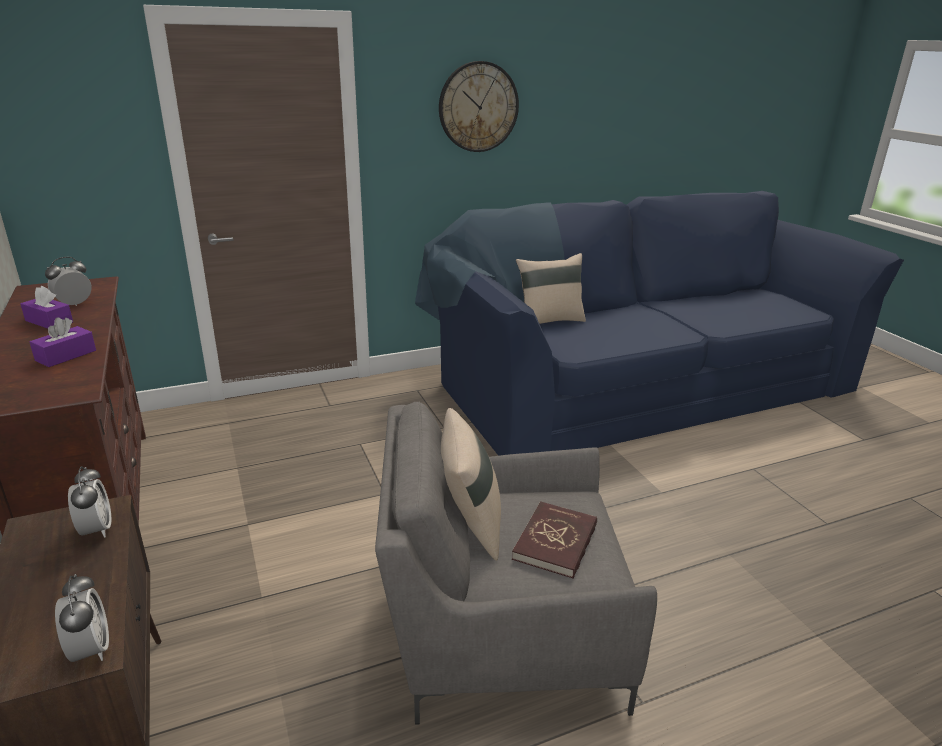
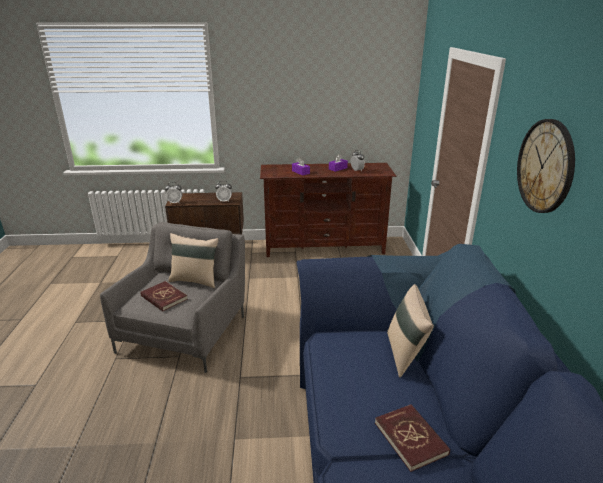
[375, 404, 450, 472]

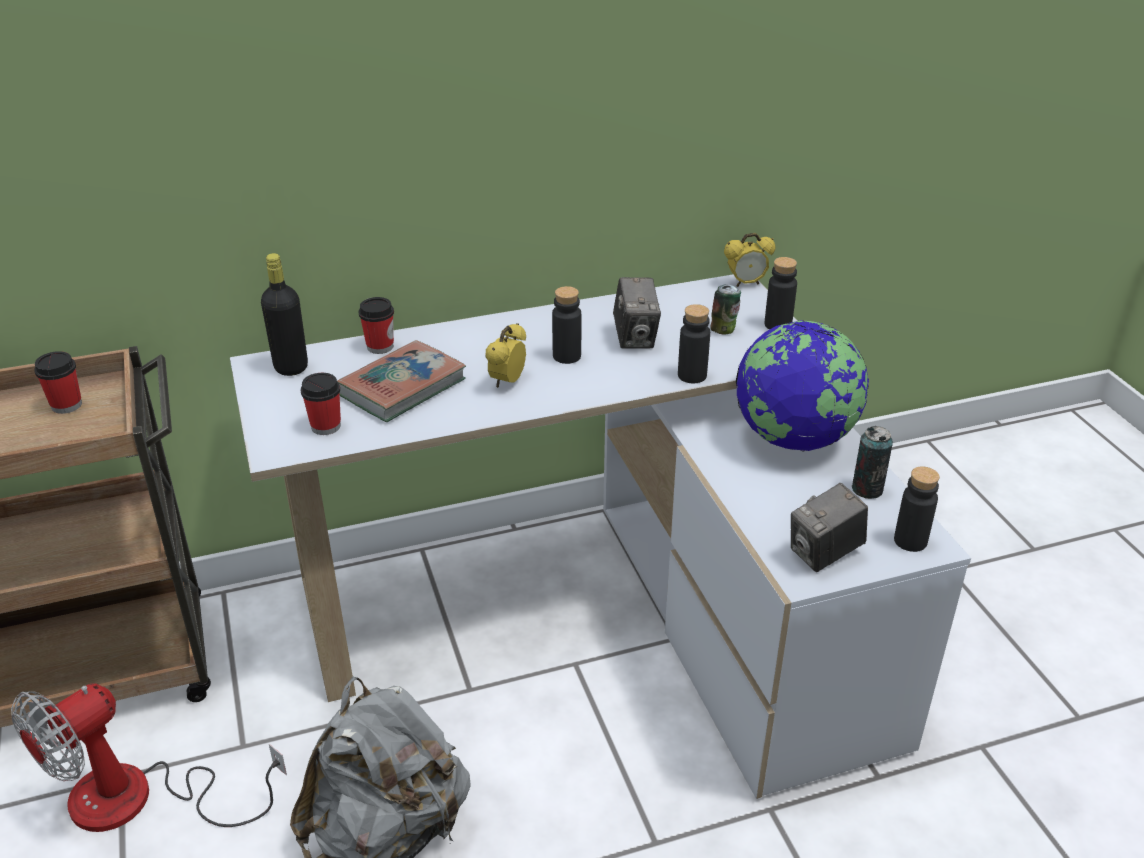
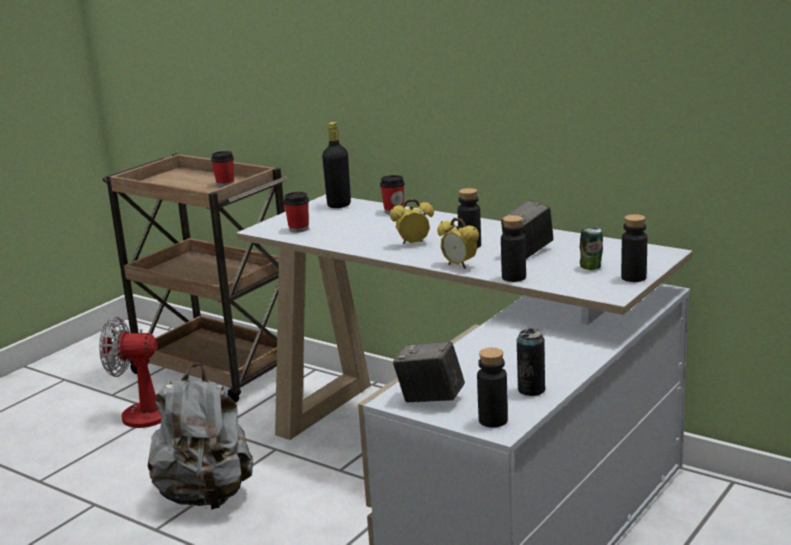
[337, 340, 466, 422] (first image)
[736, 320, 869, 452] (first image)
[437, 218, 479, 269]

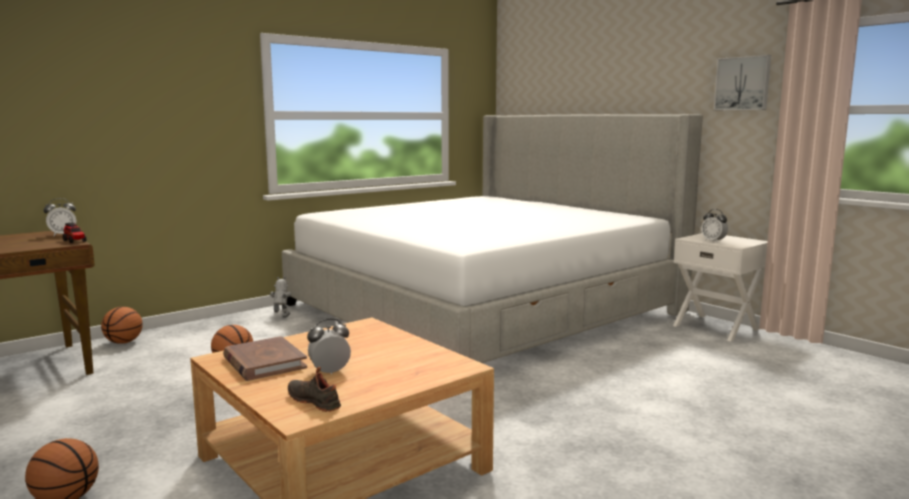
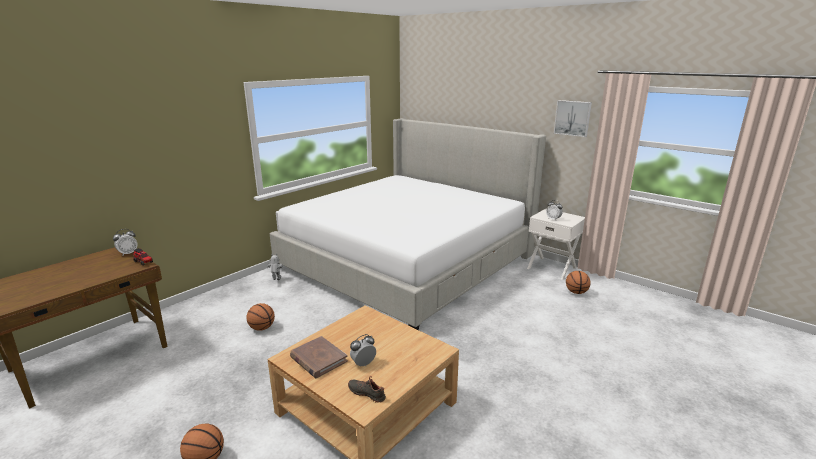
[566, 271, 591, 294]

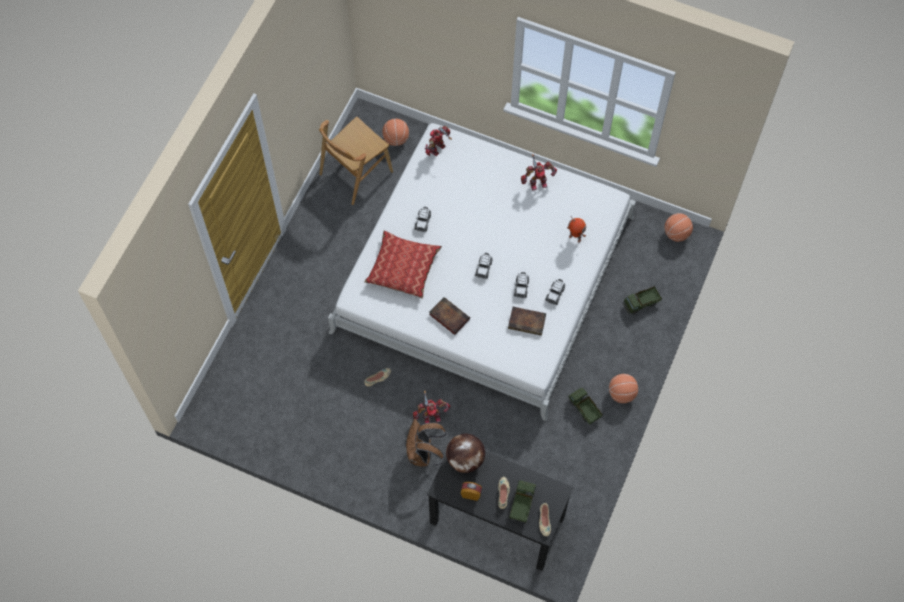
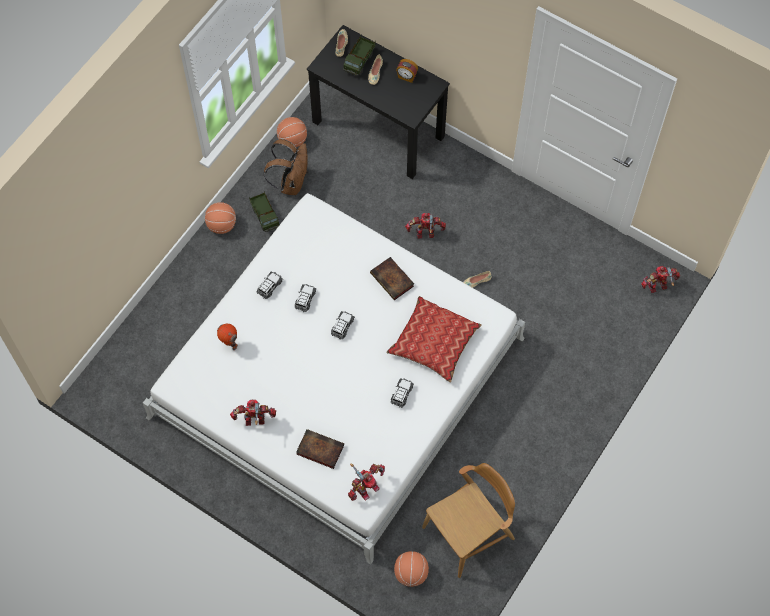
[446, 434, 485, 473] (first image)
[623, 286, 662, 315] (first image)
[641, 266, 680, 293]
[263, 139, 307, 195]
[296, 429, 344, 469]
[277, 117, 307, 147]

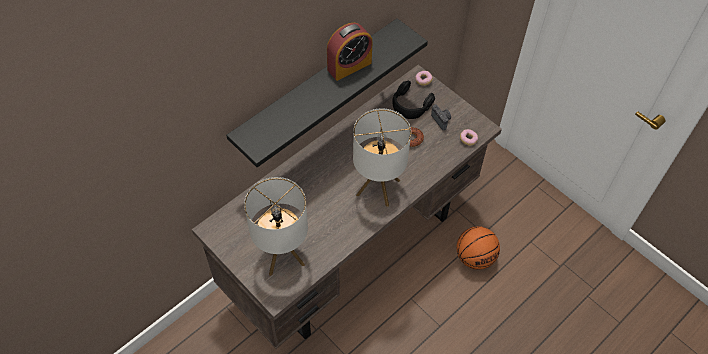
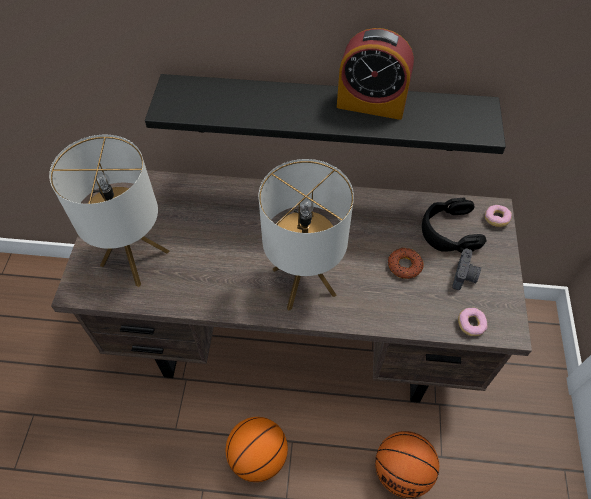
[226, 417, 288, 482]

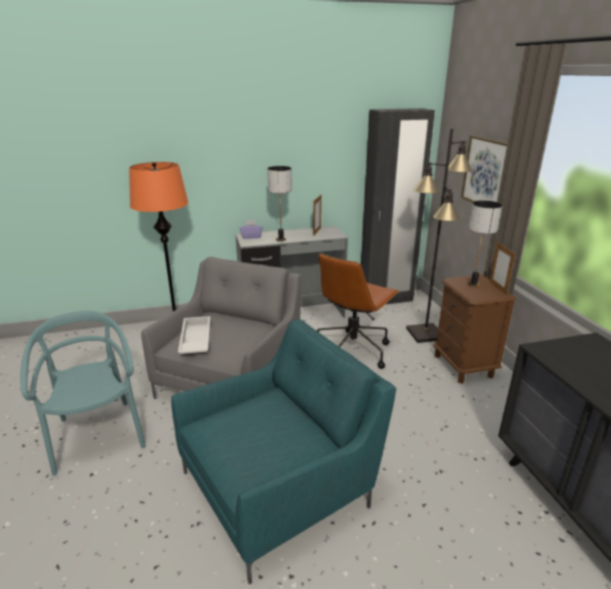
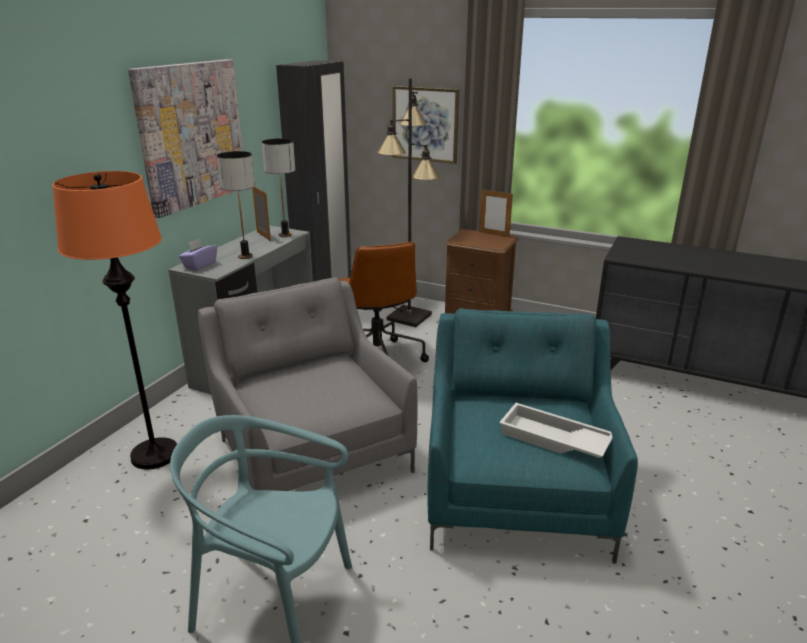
[128, 59, 243, 218]
[499, 403, 613, 458]
[262, 138, 295, 237]

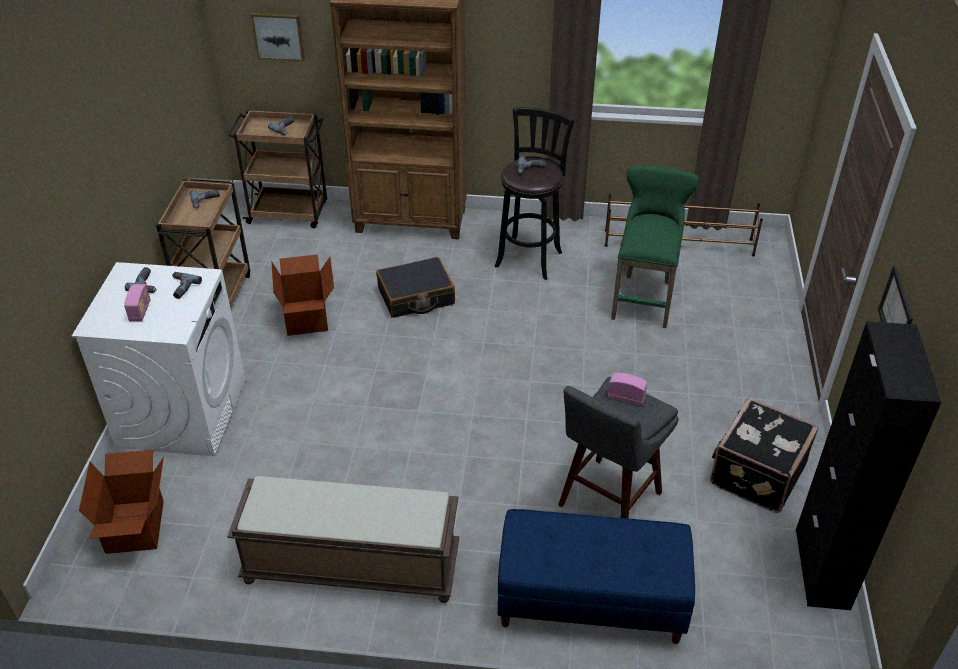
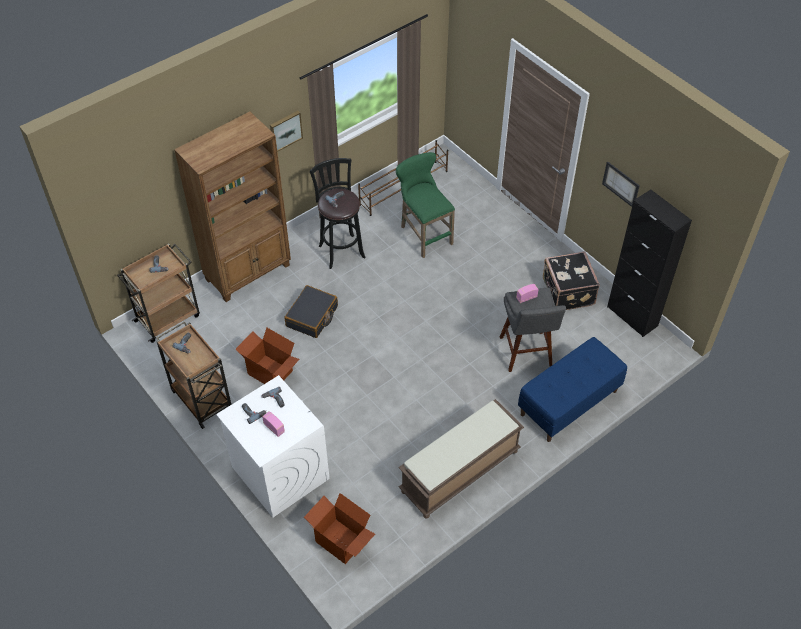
[270, 111, 303, 152]

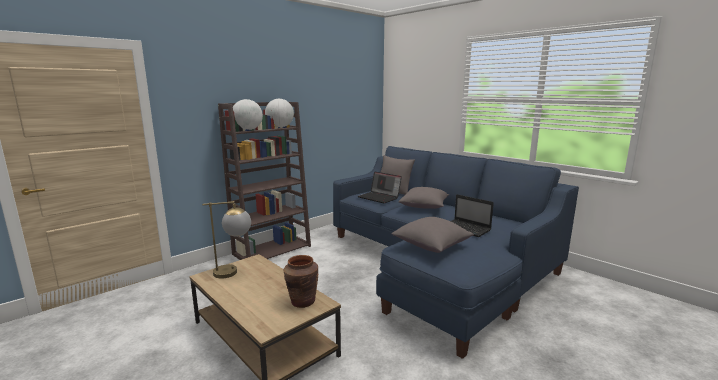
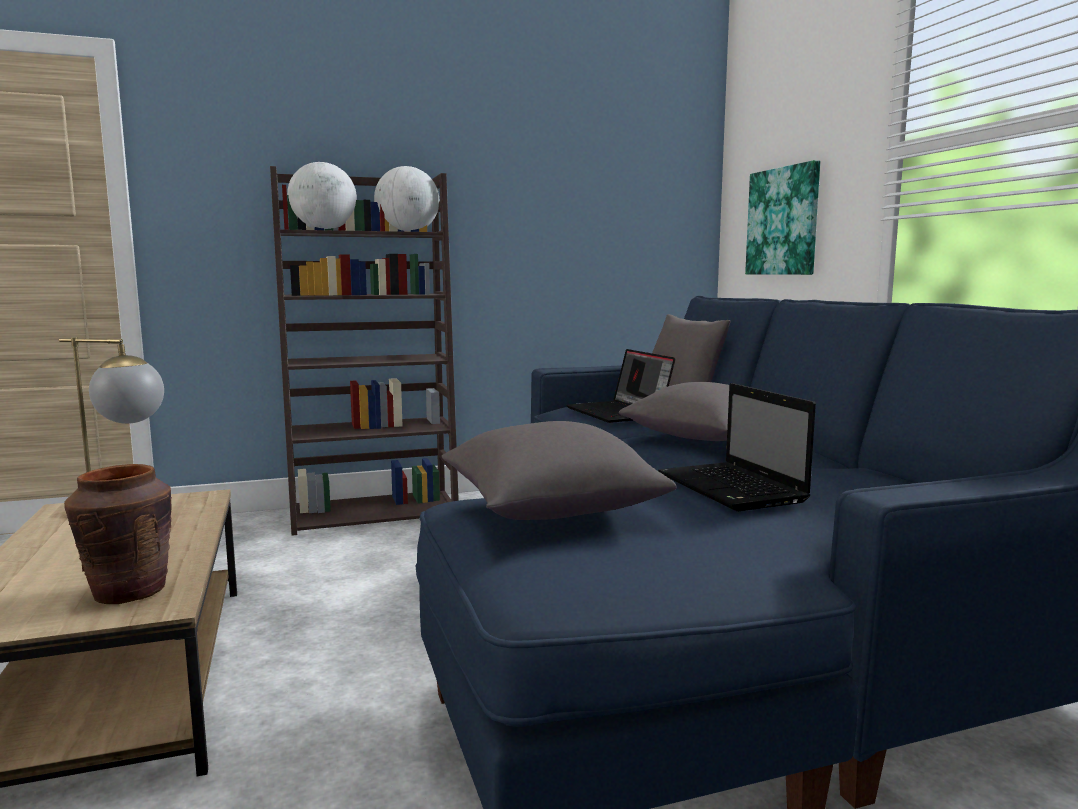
[745, 160, 820, 275]

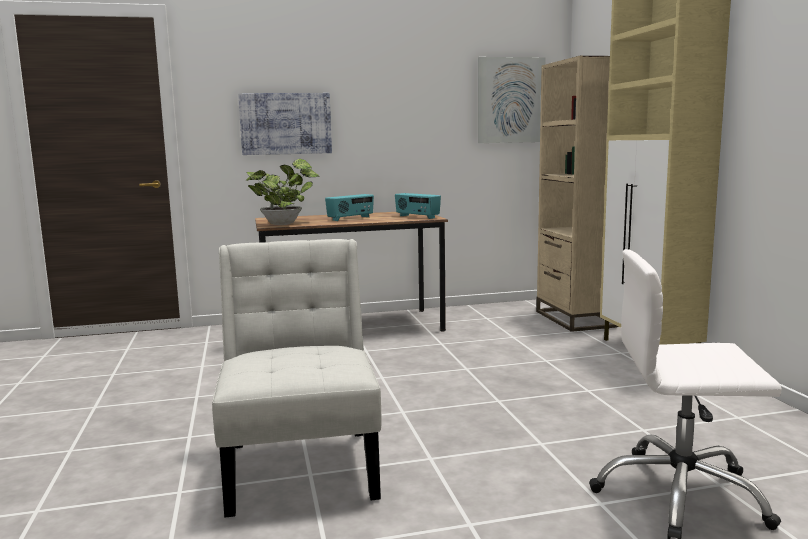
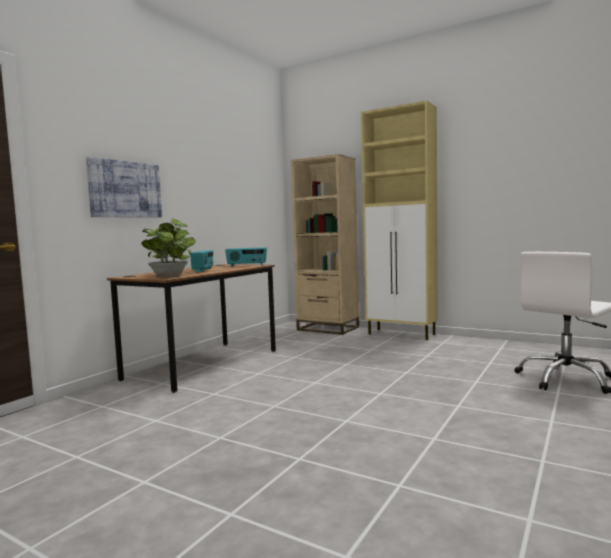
[212, 239, 381, 518] (first image)
[478, 57, 545, 143] (first image)

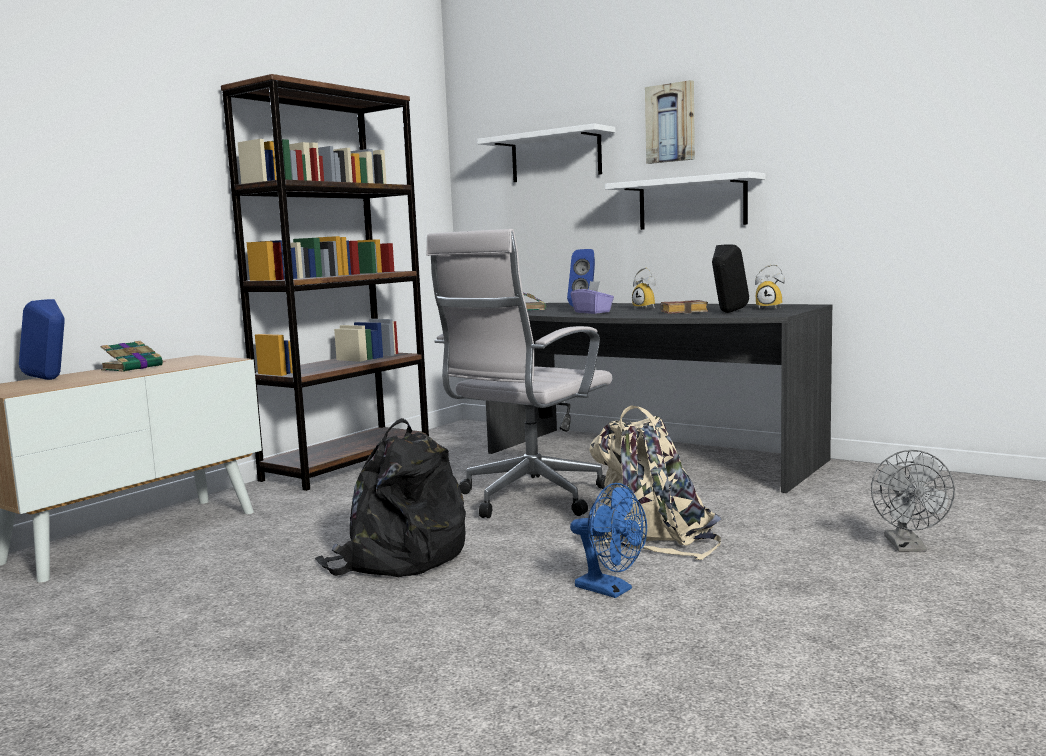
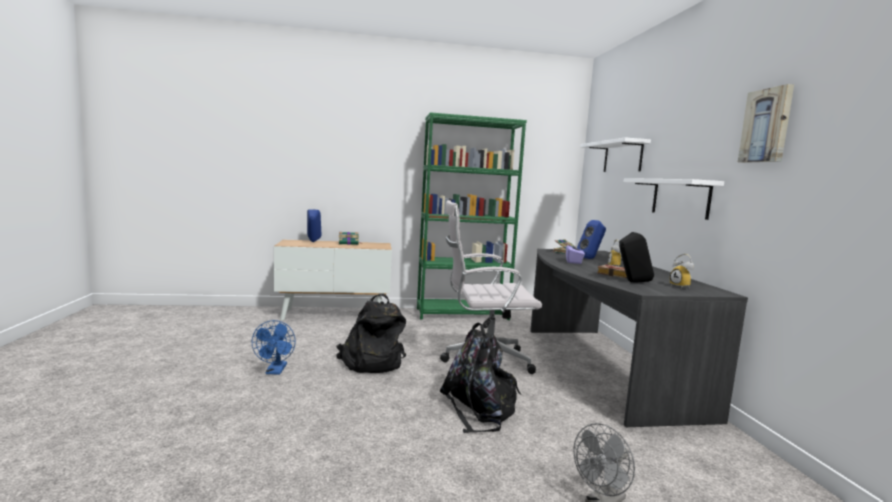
[252, 320, 296, 374]
[738, 84, 794, 163]
[417, 112, 527, 320]
[440, 323, 521, 433]

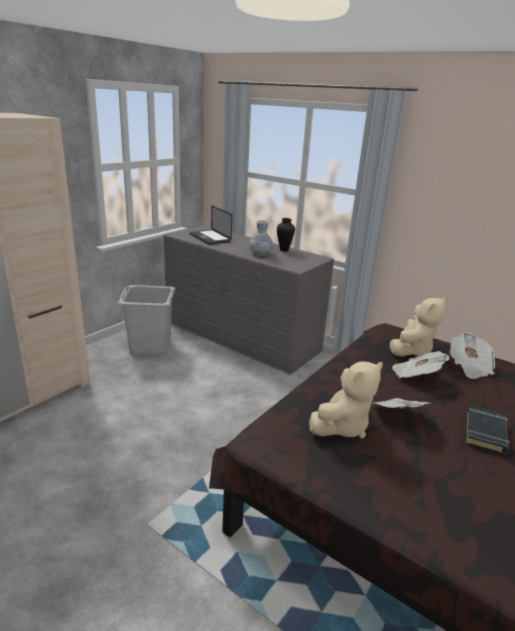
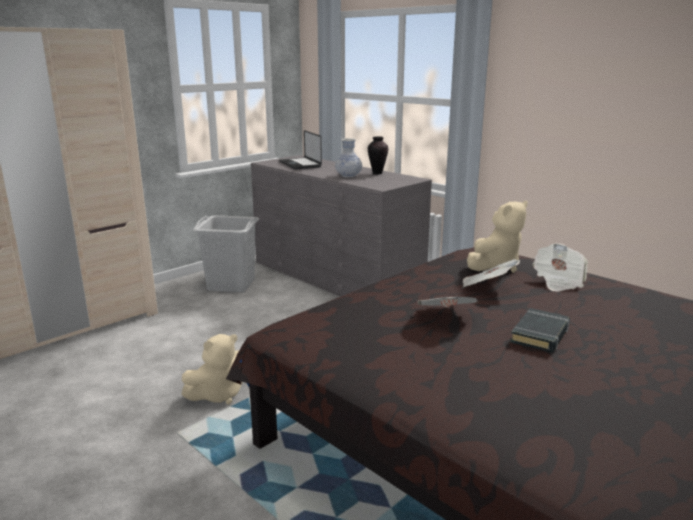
[181, 334, 243, 405]

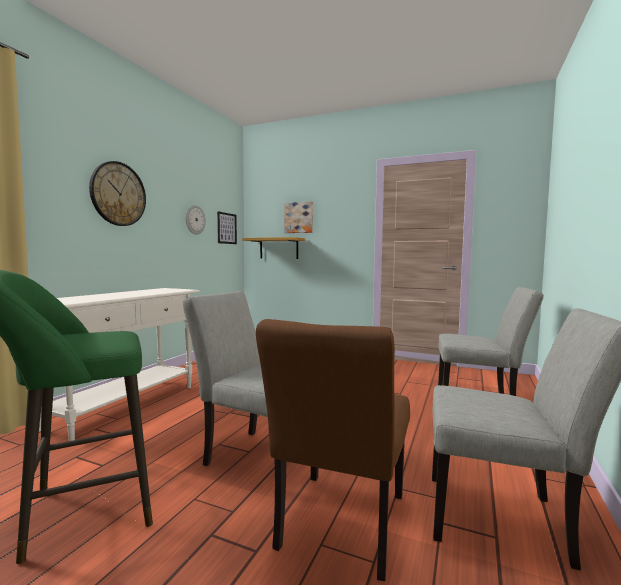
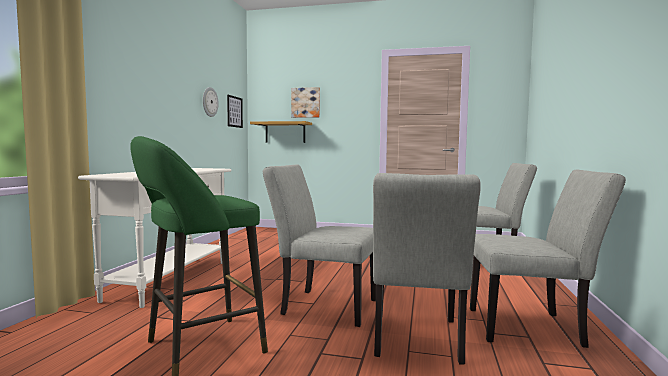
[89, 161, 146, 226] (first image)
[373, 173, 481, 365]

